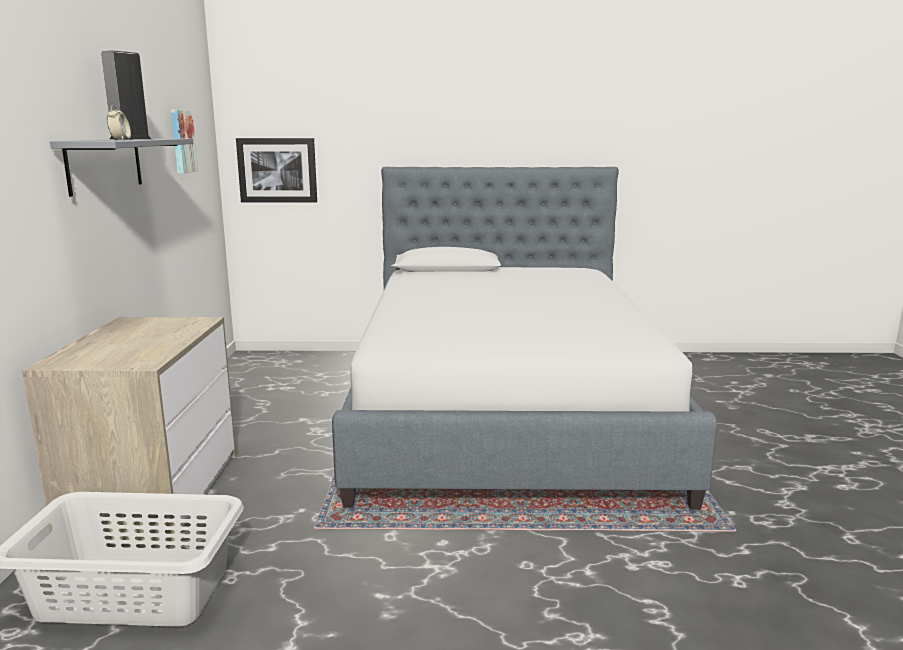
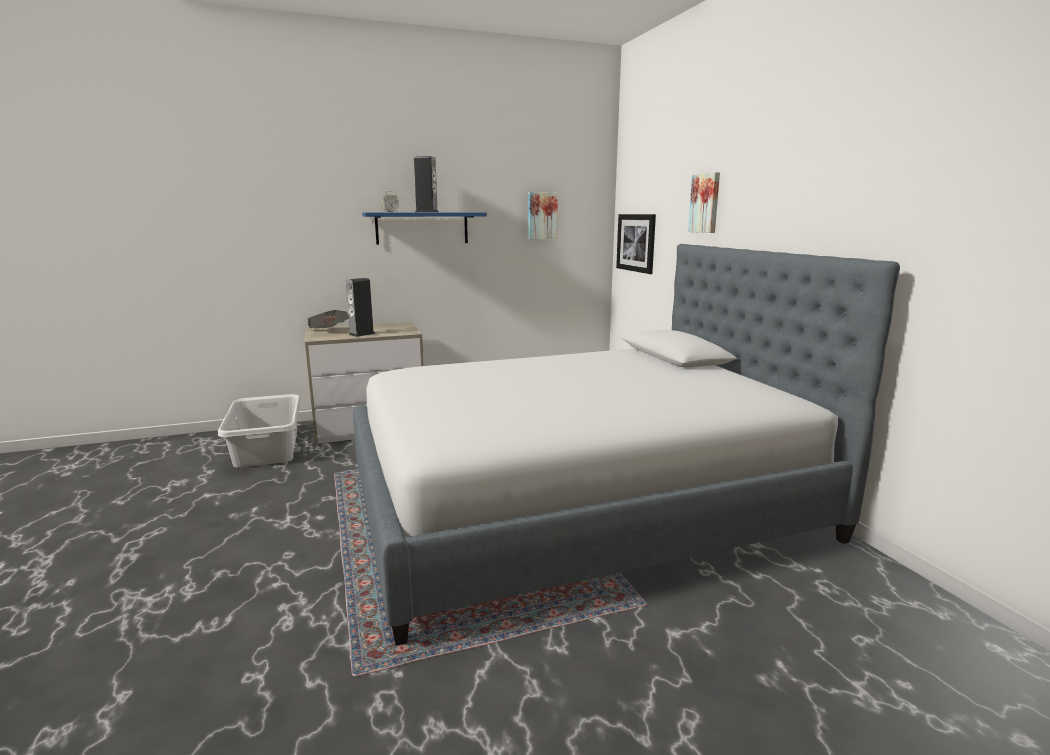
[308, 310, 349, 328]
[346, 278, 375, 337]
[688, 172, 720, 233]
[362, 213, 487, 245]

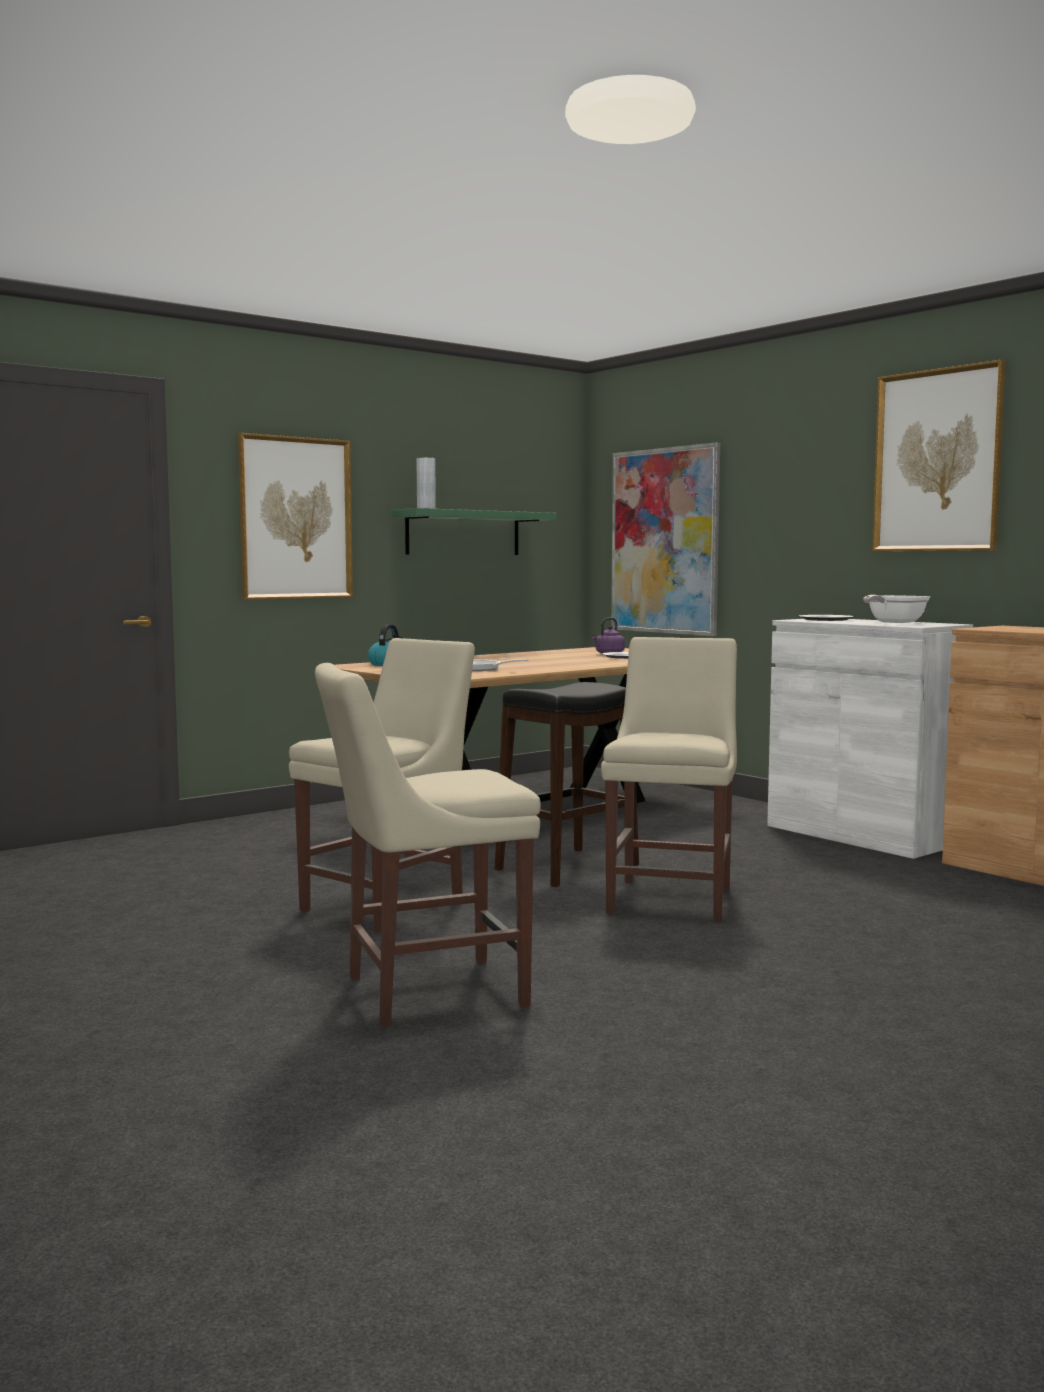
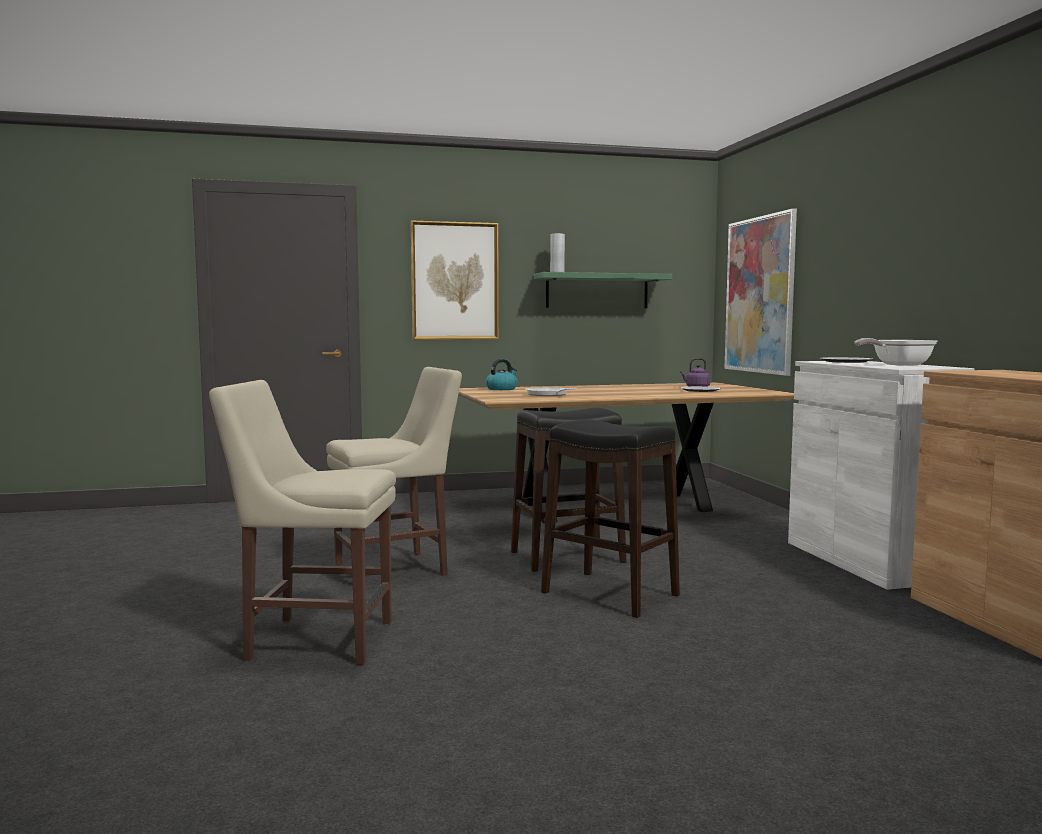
[872, 360, 1006, 551] (first image)
[541, 419, 680, 618]

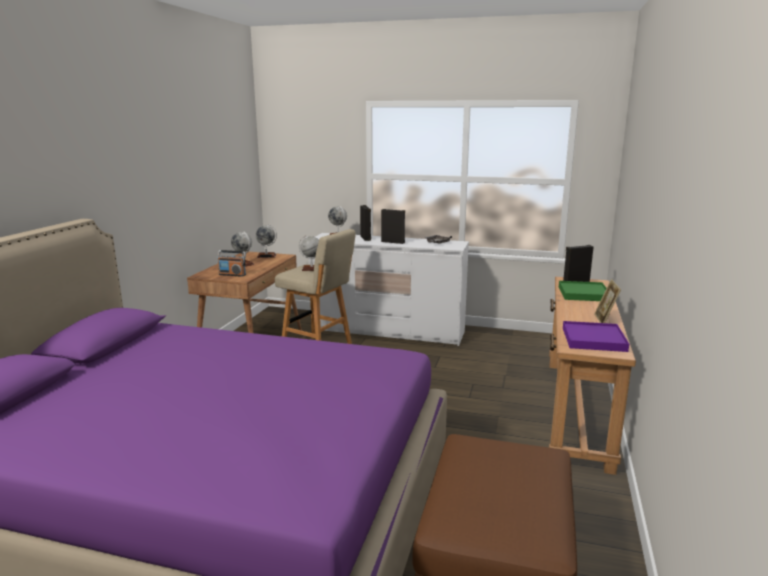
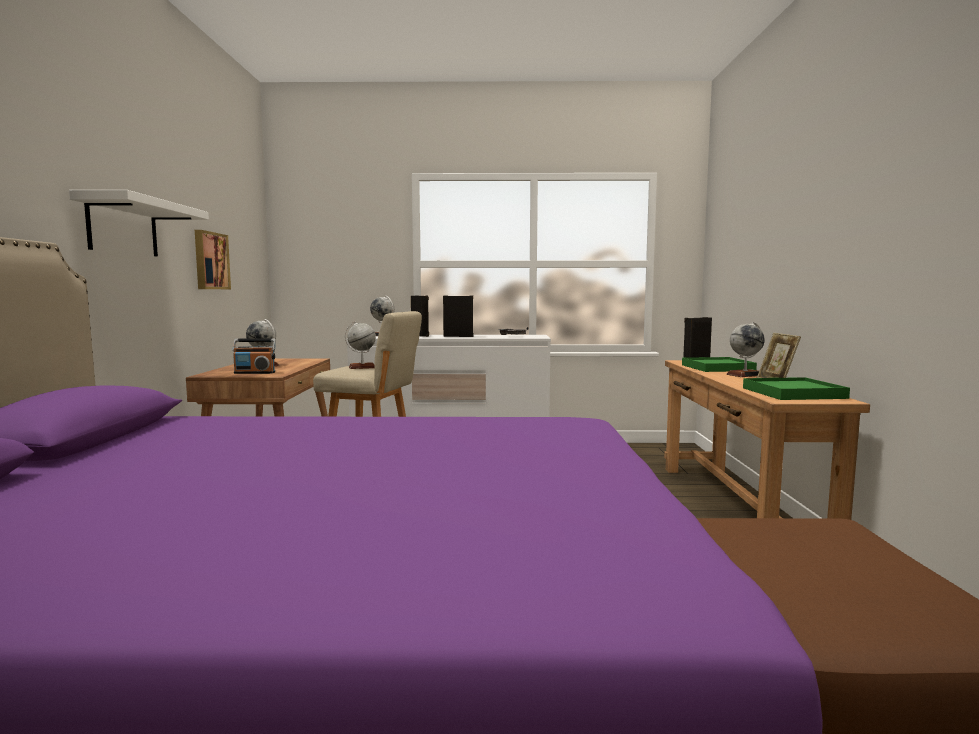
[69, 190, 209, 256]
[195, 230, 231, 289]
[726, 322, 765, 377]
[743, 377, 850, 400]

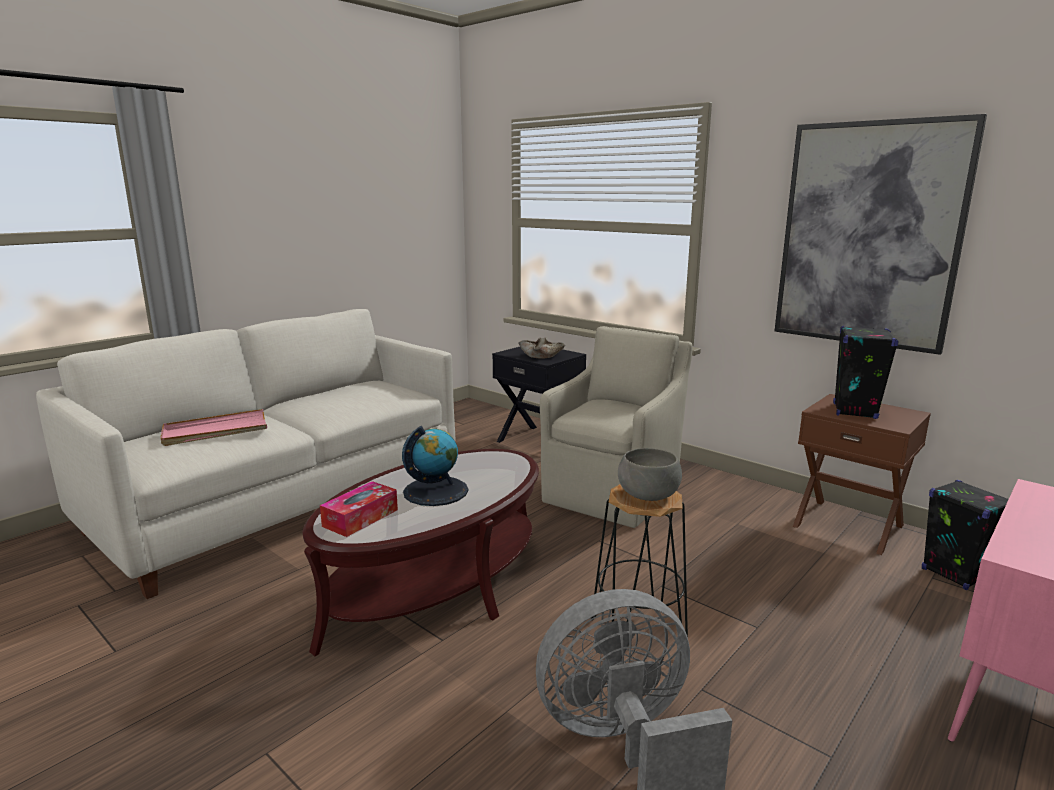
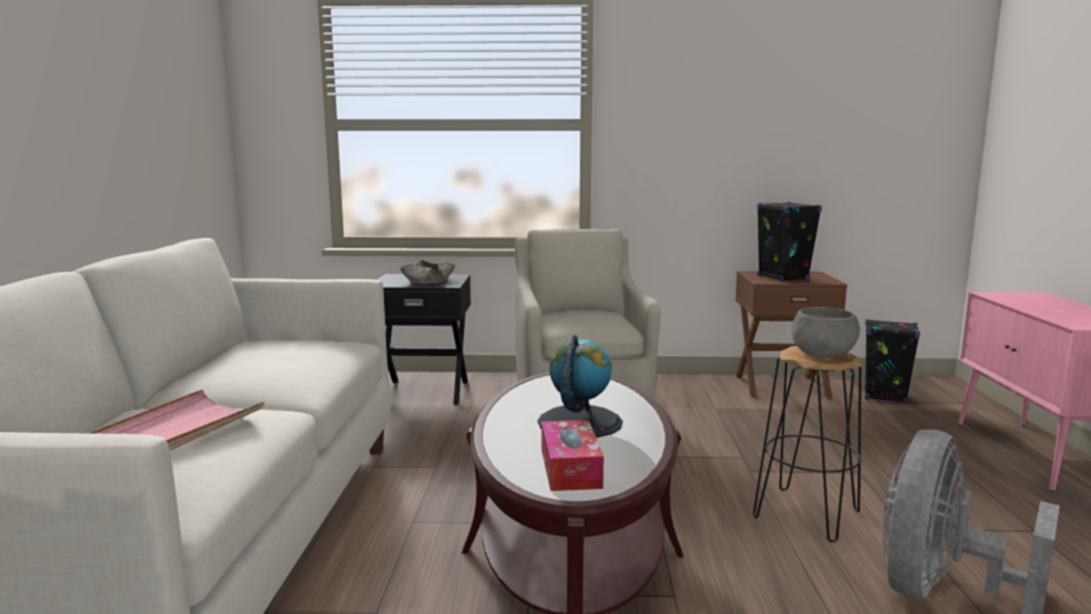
[774, 114, 987, 355] (first image)

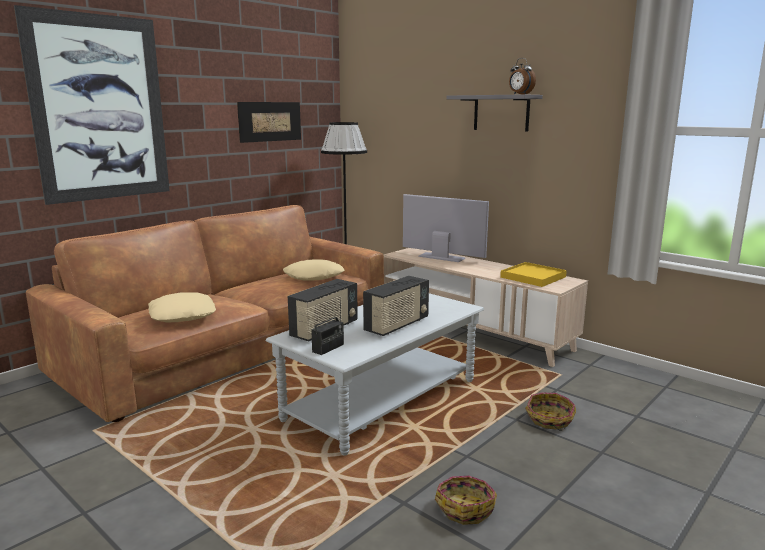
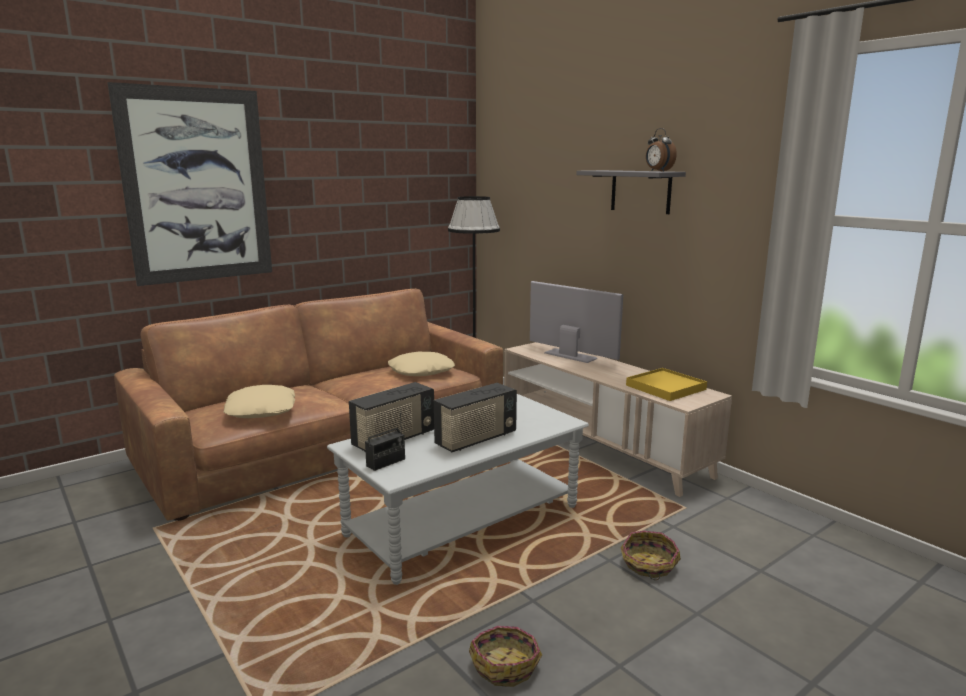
[237, 102, 301, 143] (first image)

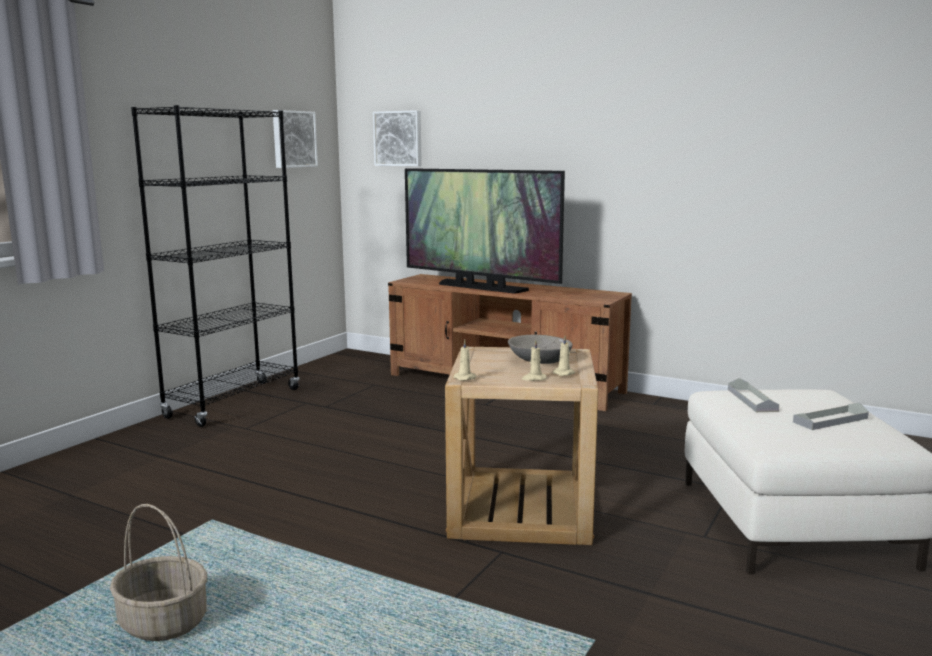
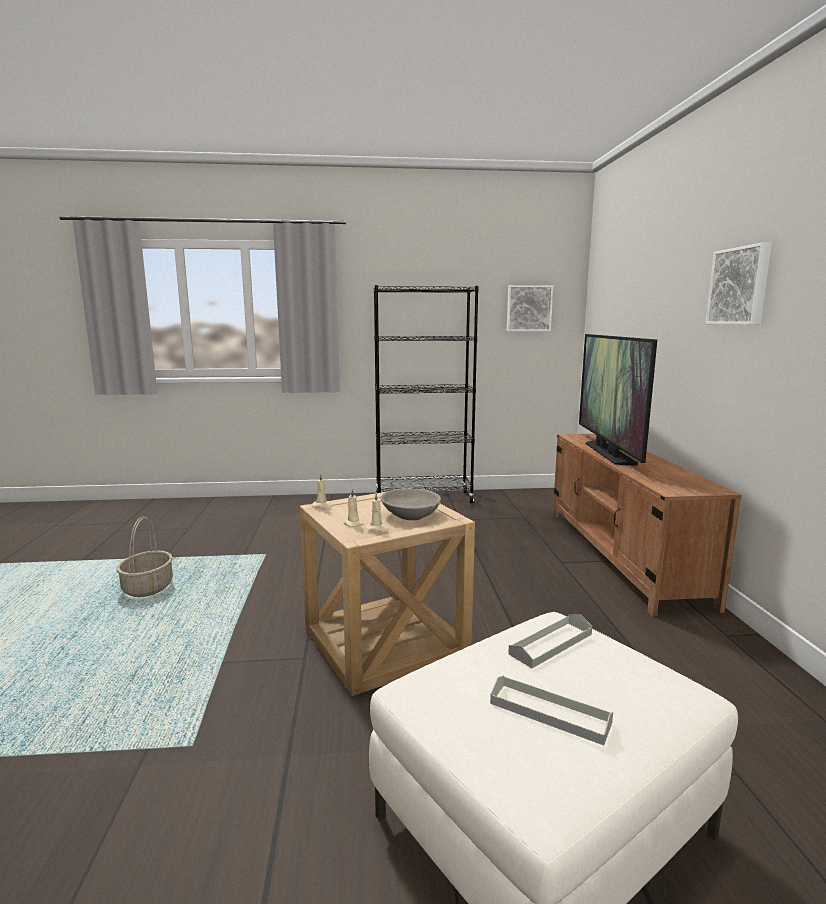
[705, 242, 772, 325]

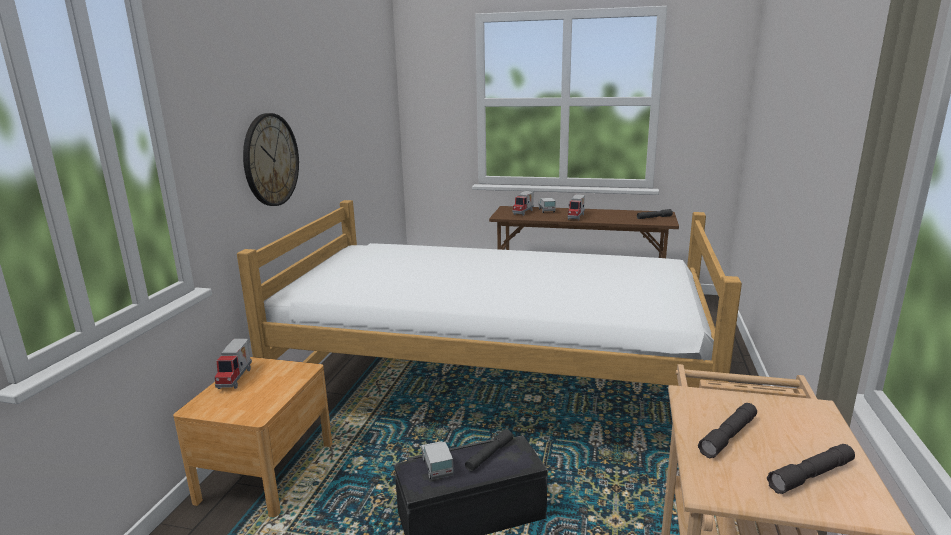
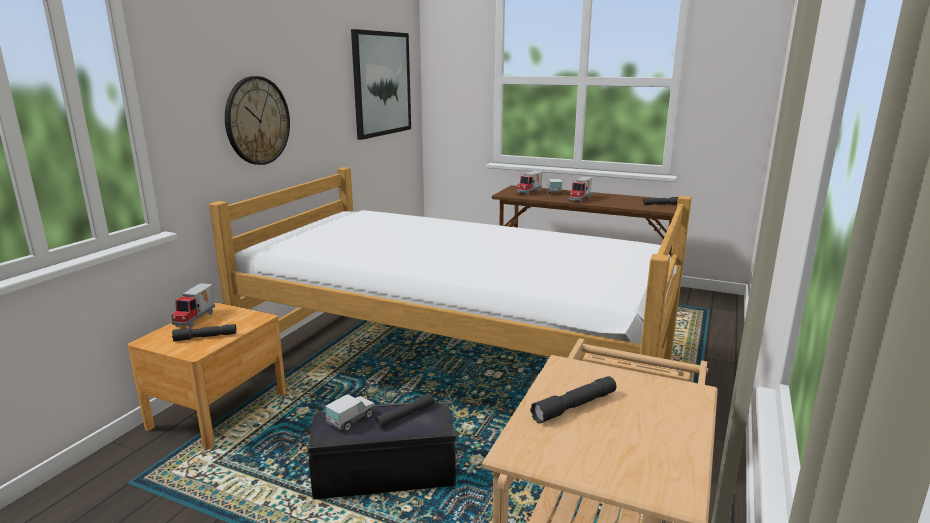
[351, 29, 411, 140]
[172, 324, 237, 341]
[325, 394, 375, 431]

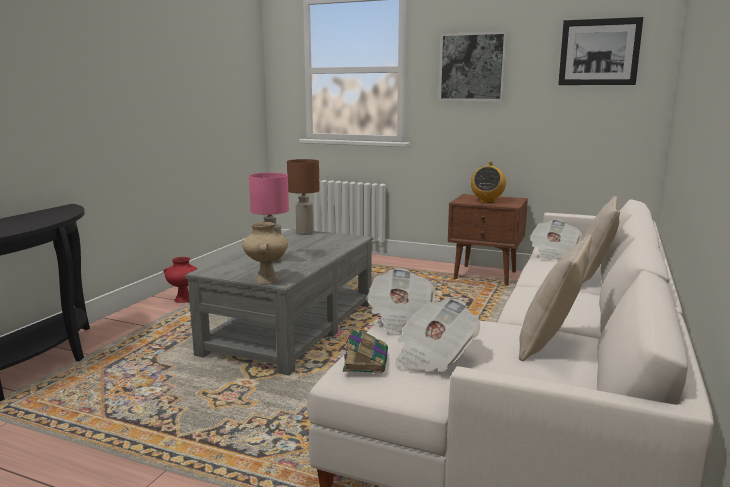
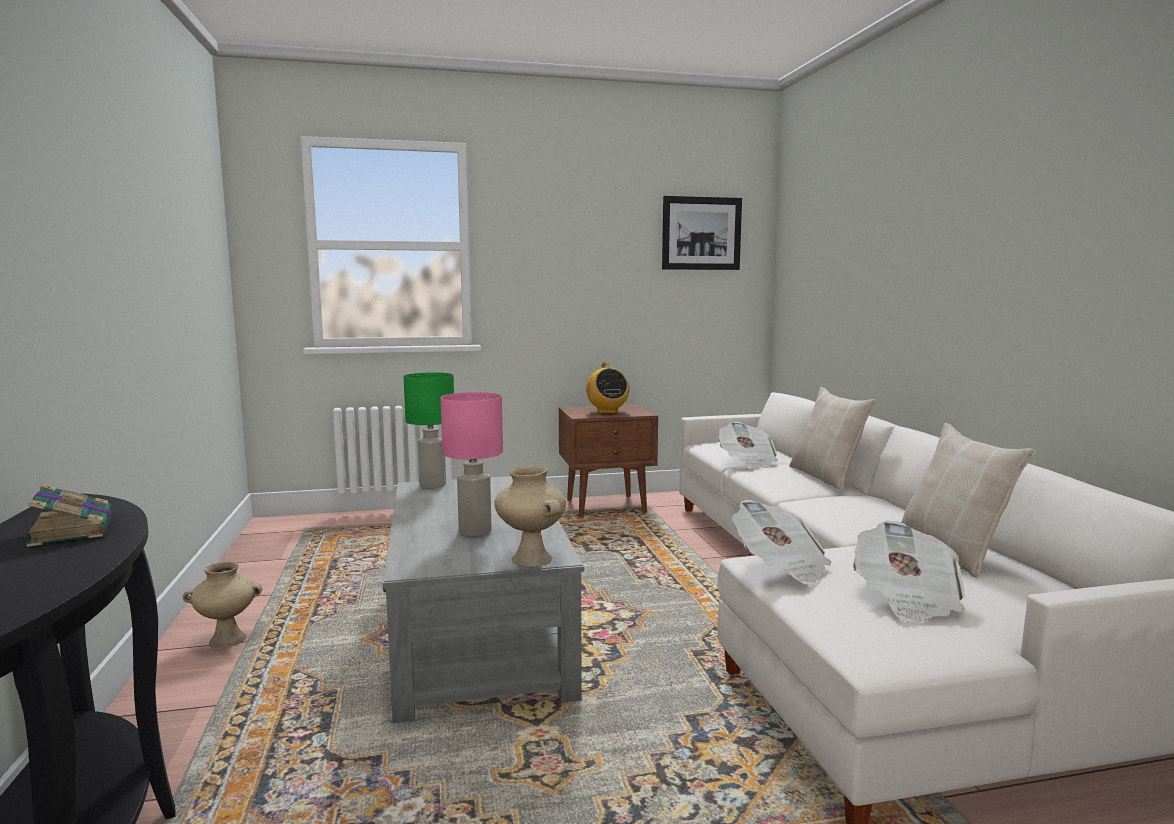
[439, 31, 507, 101] (first image)
[26, 484, 113, 547]
[182, 562, 262, 648]
[404, 372, 454, 488]

